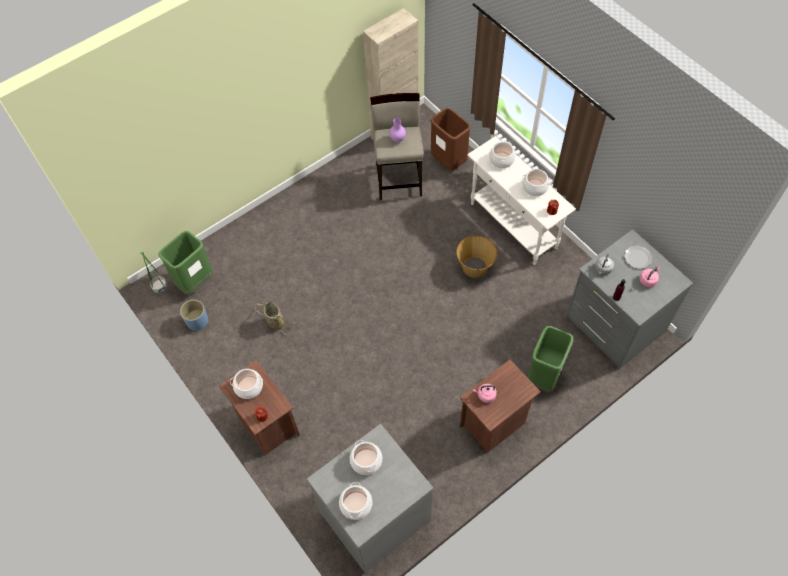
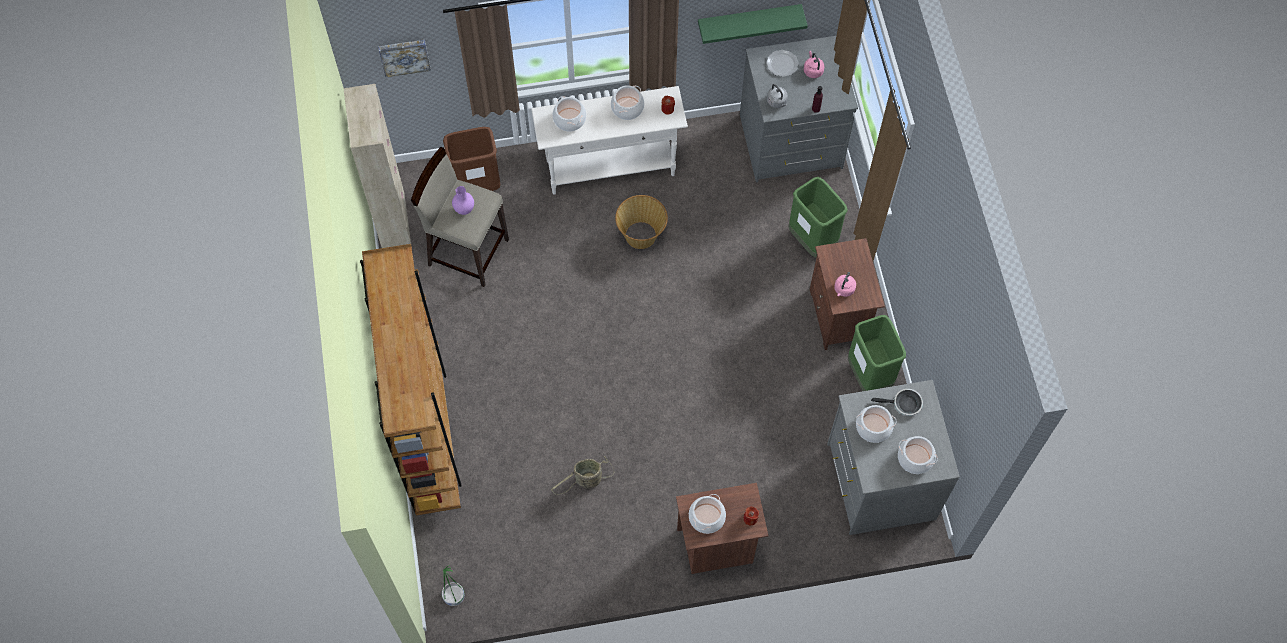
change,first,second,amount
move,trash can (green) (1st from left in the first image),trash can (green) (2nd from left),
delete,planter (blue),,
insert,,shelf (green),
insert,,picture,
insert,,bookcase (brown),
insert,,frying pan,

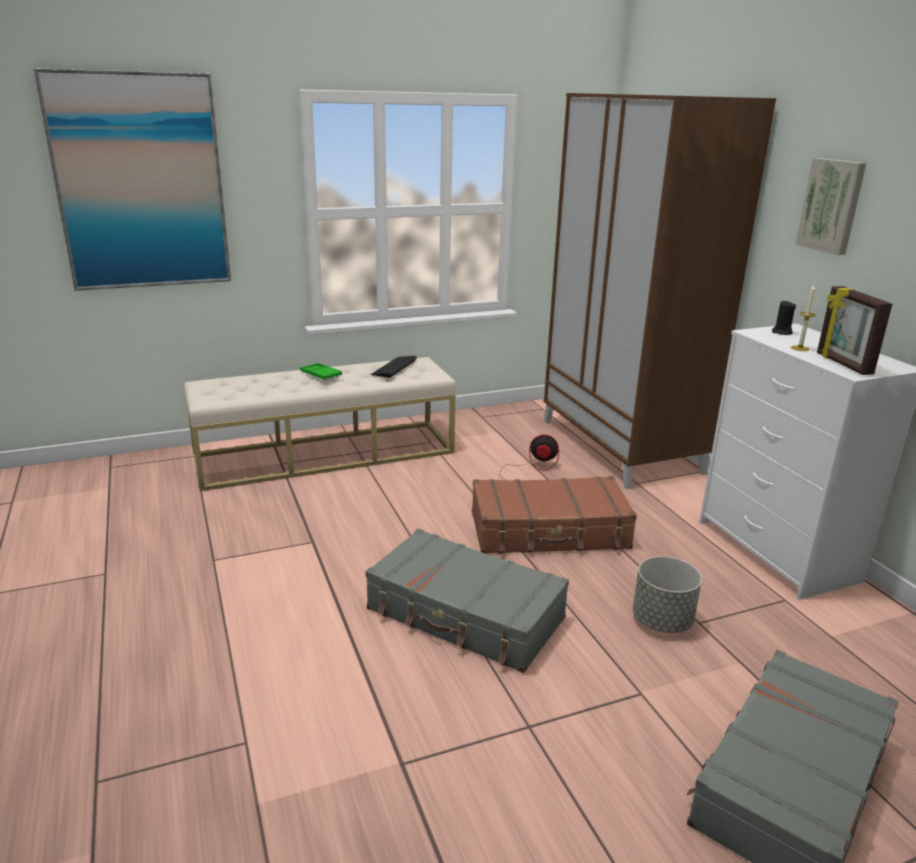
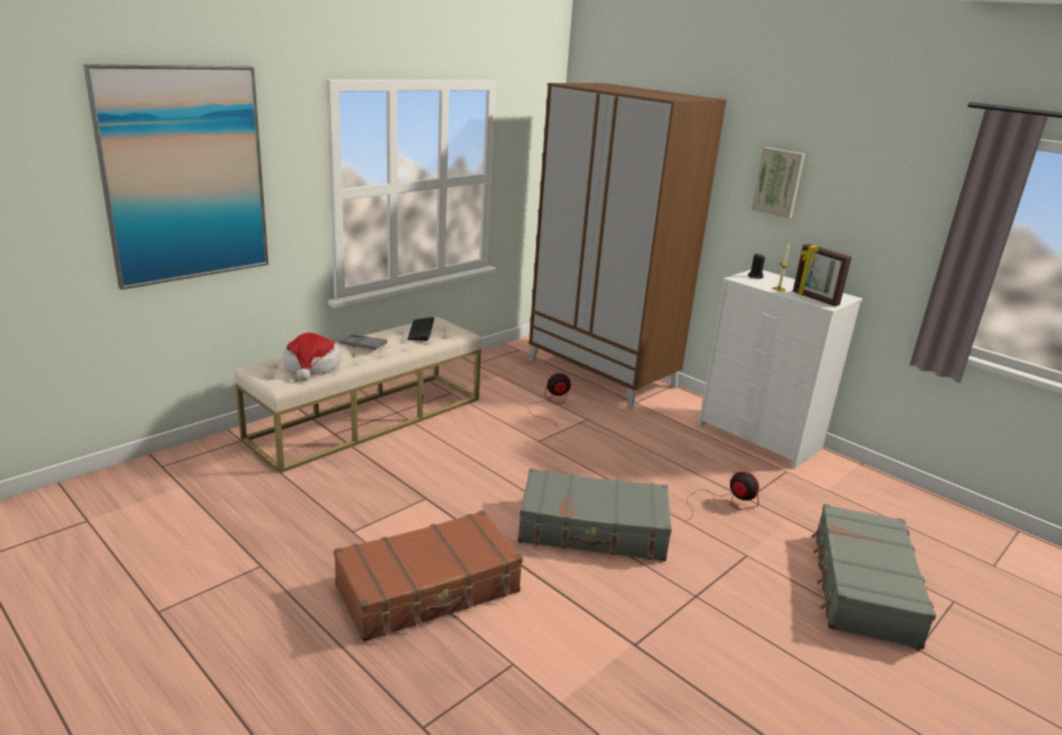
change,first,second,amount
recolor,tray (green),tray (grey),
move,suitcase (brown),,
replace,planter (grey),fan (2nd from left),
insert,,hat,

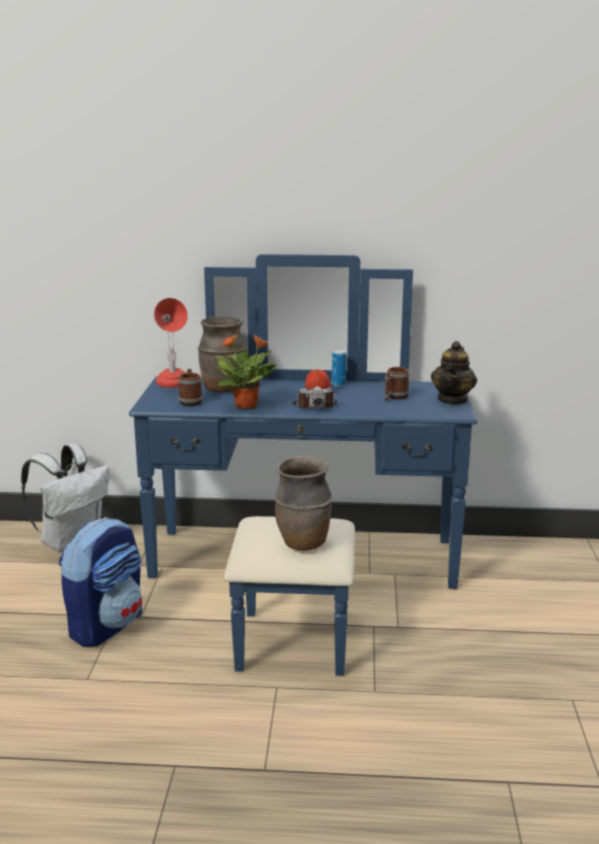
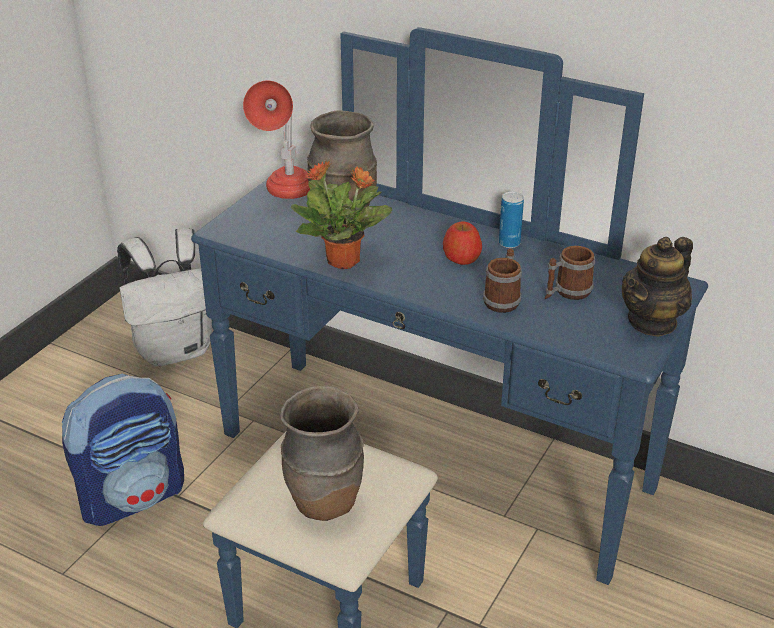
change,first,second,amount
move,mug (1st from left),,
delete,photo camera,,

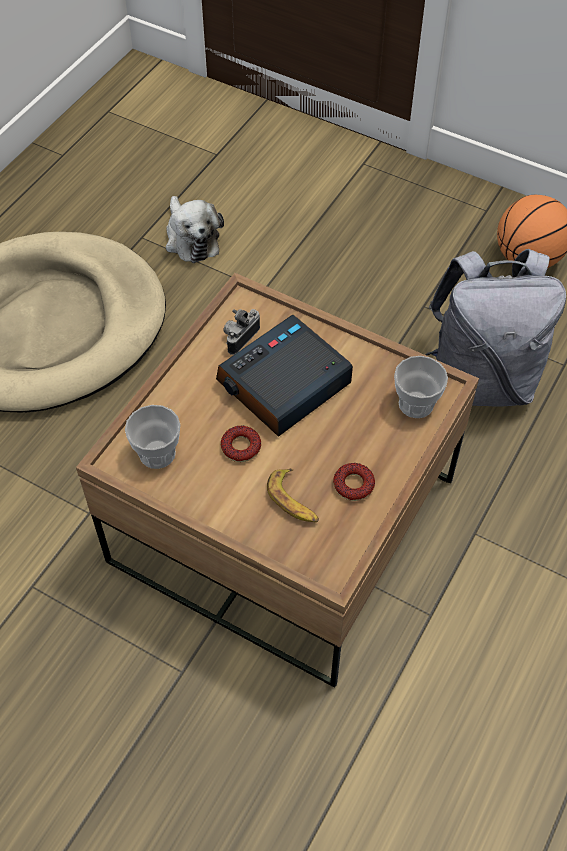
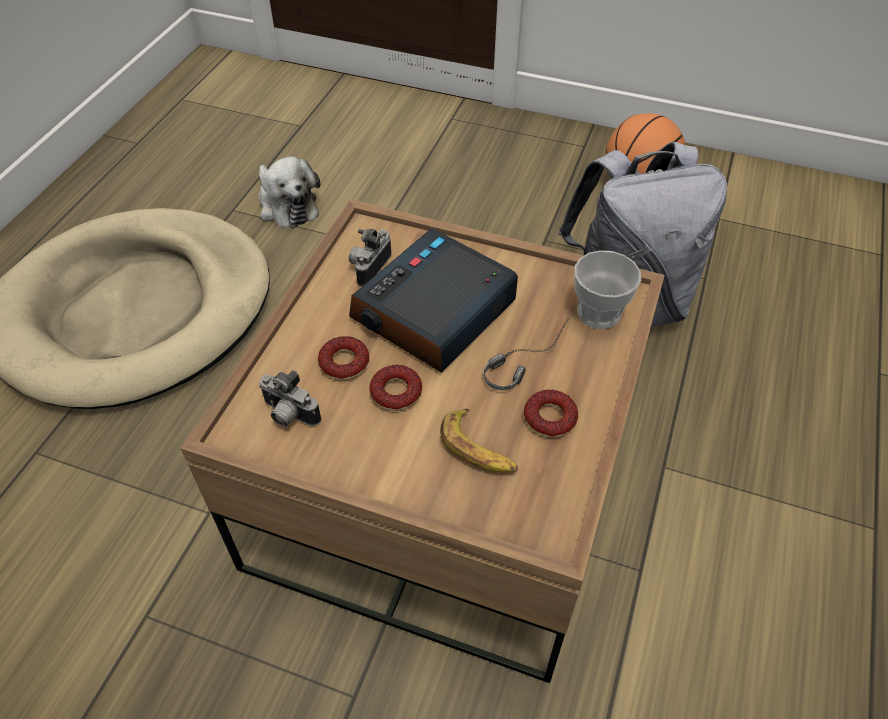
change,first,second,amount
replace,cup (1st from left),photo camera (1st from left),
insert,,headphones,
insert,,donut (1st from left),

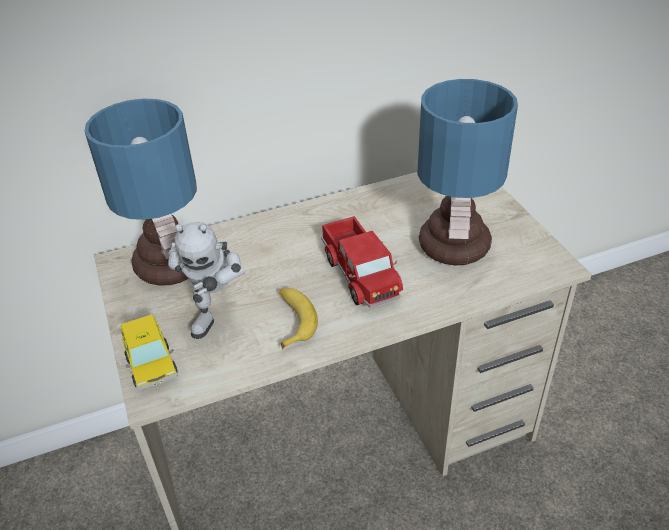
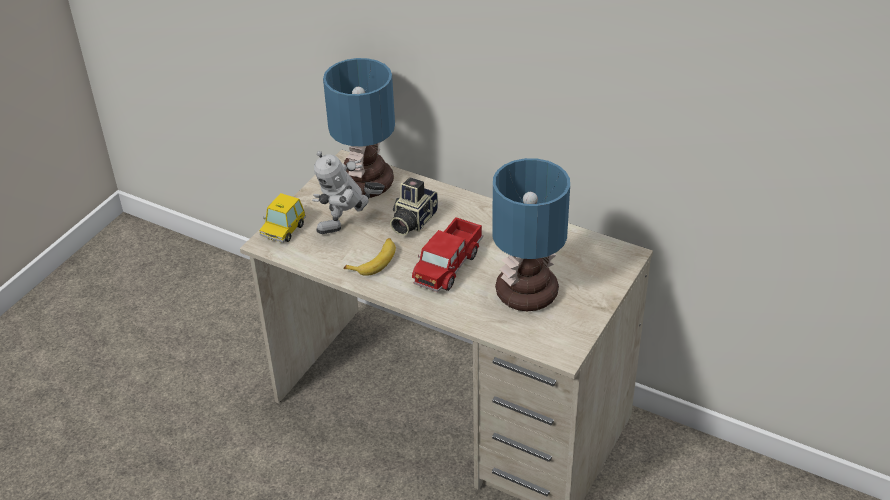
change,first,second,amount
insert,,photo camera,

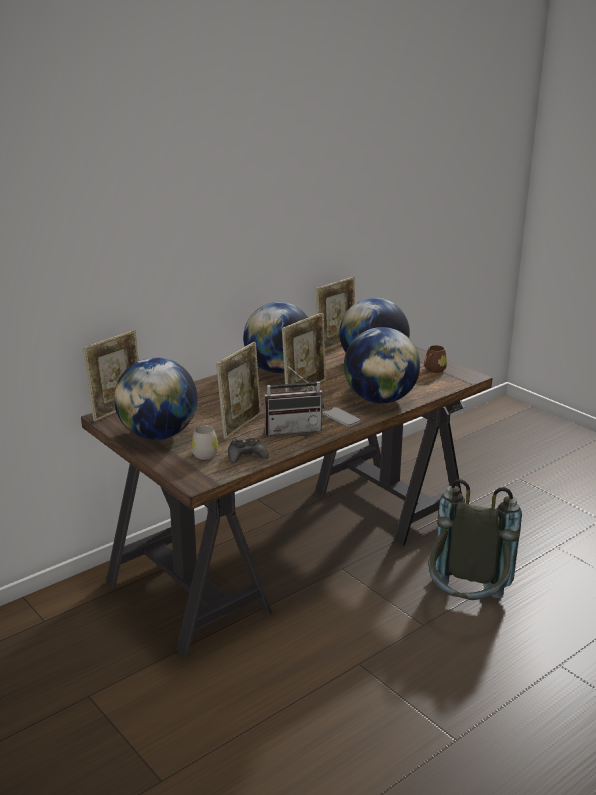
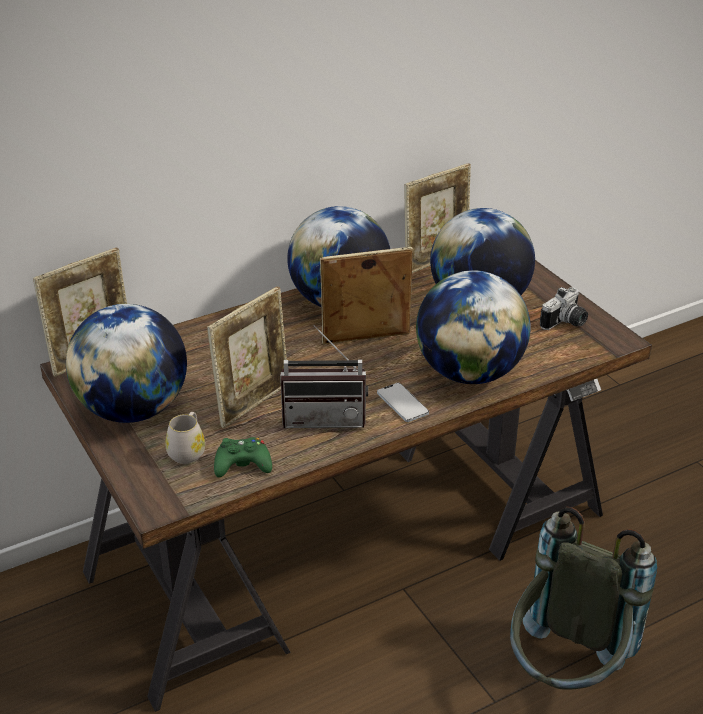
change,first,second,amount
rotate,picture frame (3rd from left),,150 degrees counterclockwise
replace,mug (brown),photo camera,
recolor,game controller (black),game controller (green),

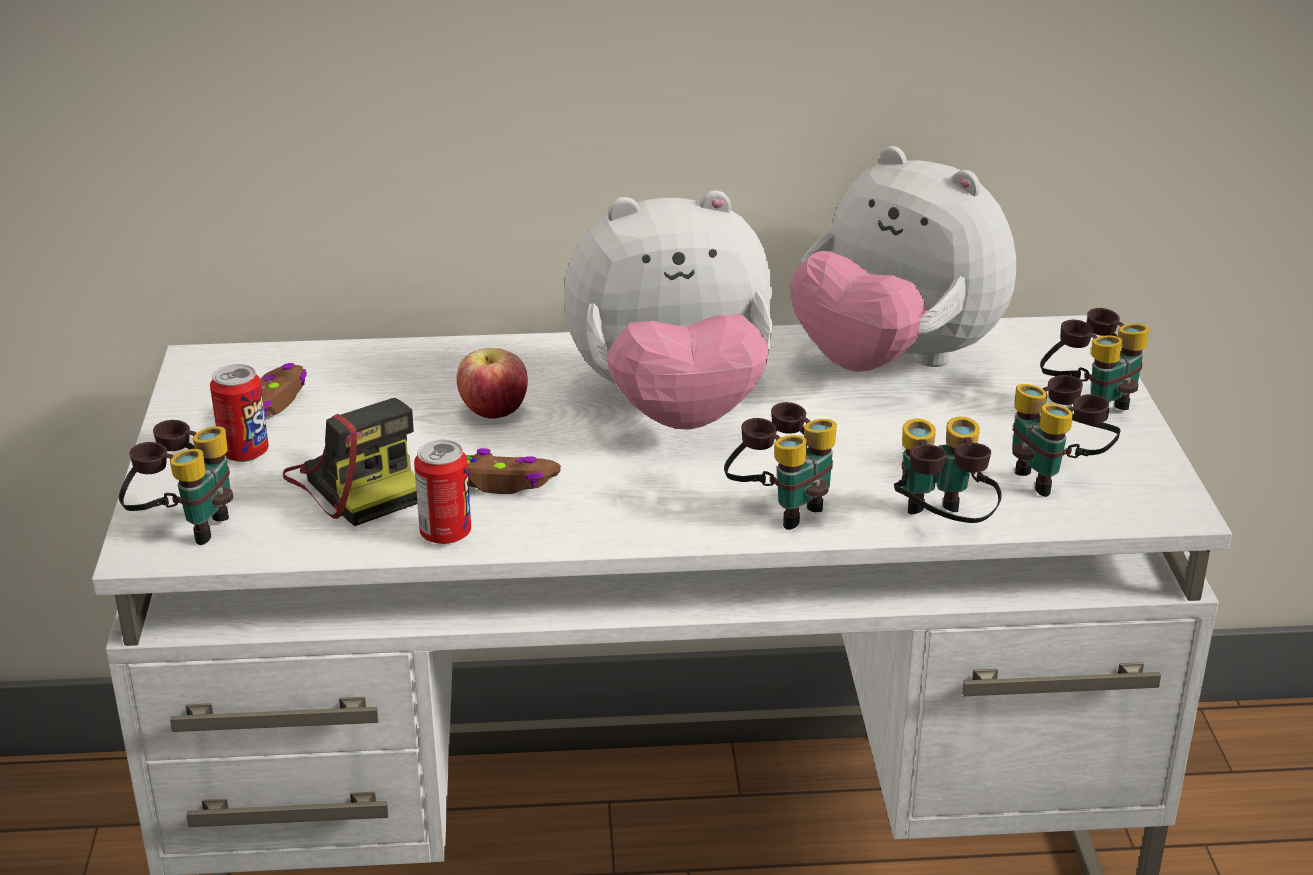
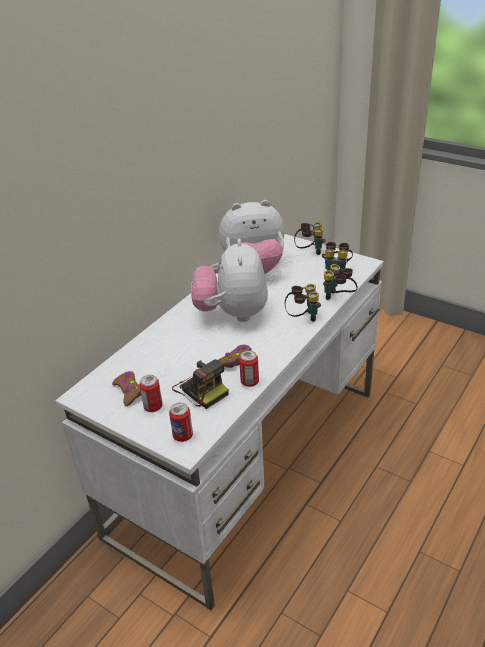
change,first,second,amount
rotate,plush toy (1st from left),,150 degrees clockwise
delete,apple,,
rotate,photo camera,,45 degrees clockwise
replace,binoculars (1st from left),can (2nd from left),

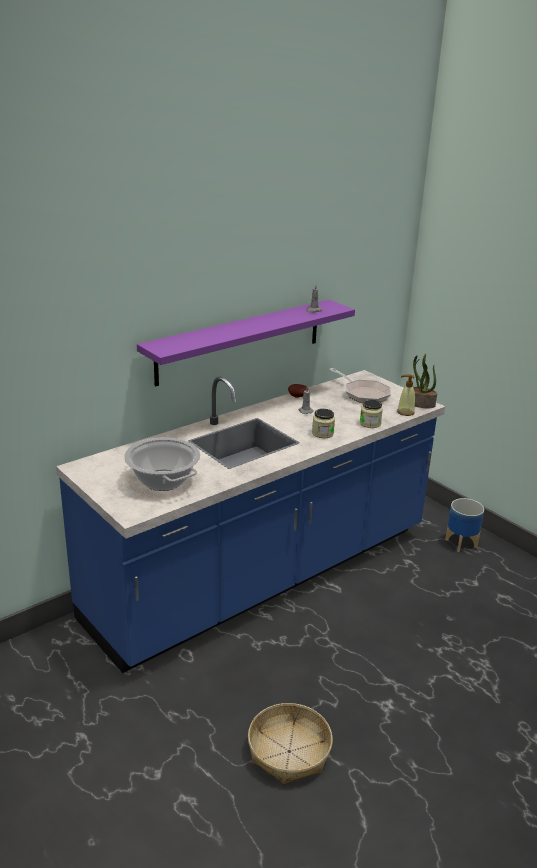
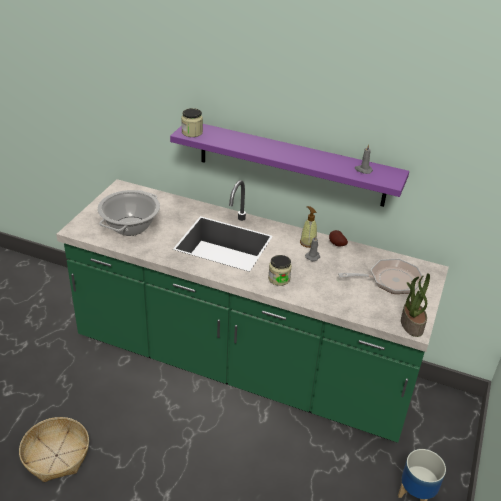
change,first,second,amount
rotate,frying pan,,120 degrees counterclockwise
recolor,counter (blue),counter (green),
move,soap dispenser,,
move,jar (2nd from left in the first image),jar (1st from left),

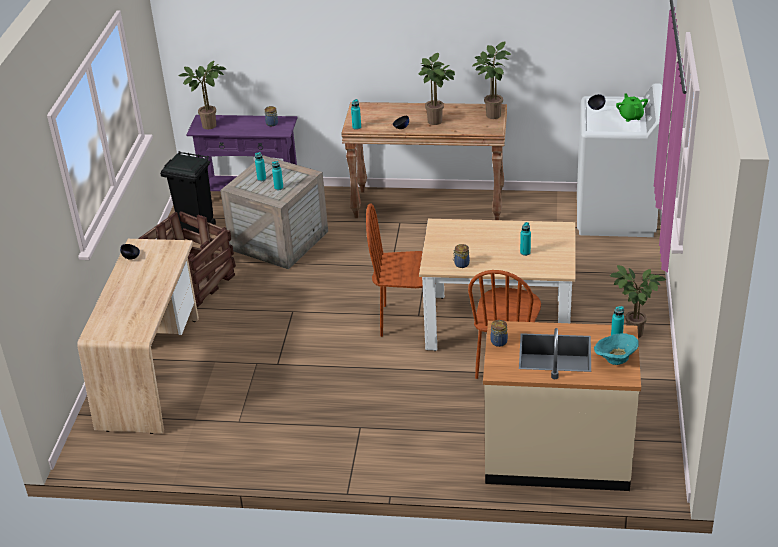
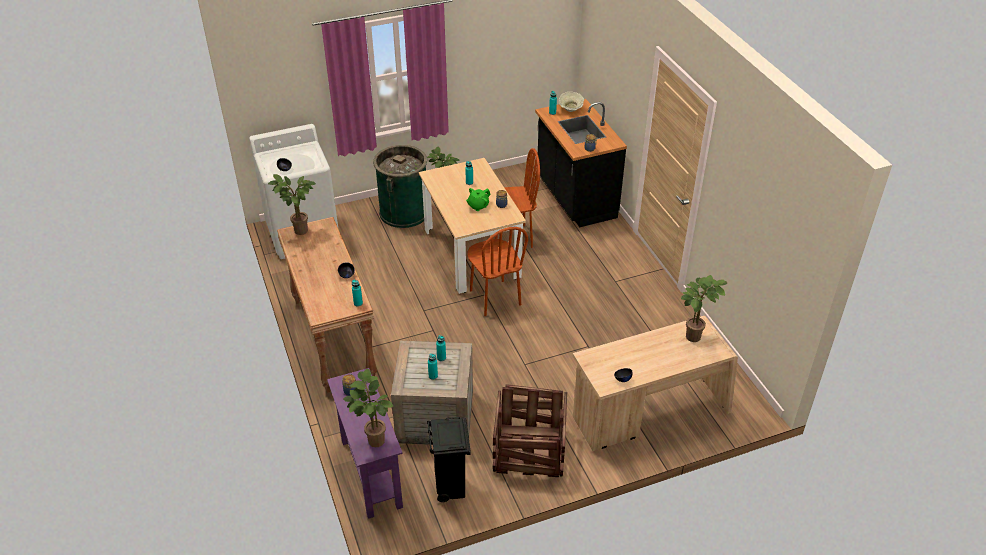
change,first,second,amount
move,potted plant (2nd from left in the first image),potted plant (4th from left),
move,teapot (green),,
recolor,counter (beige),counter (black),
recolor,bowl (turquoise),bowl (beige),
insert,,trash can (green),

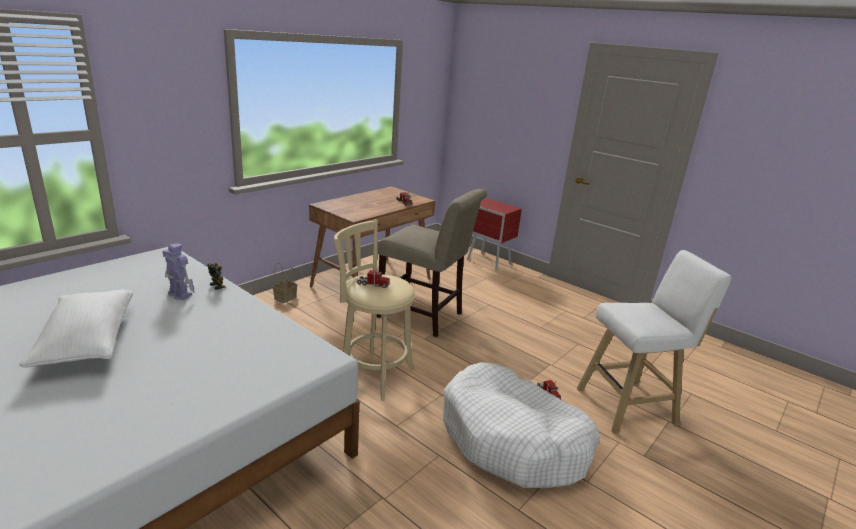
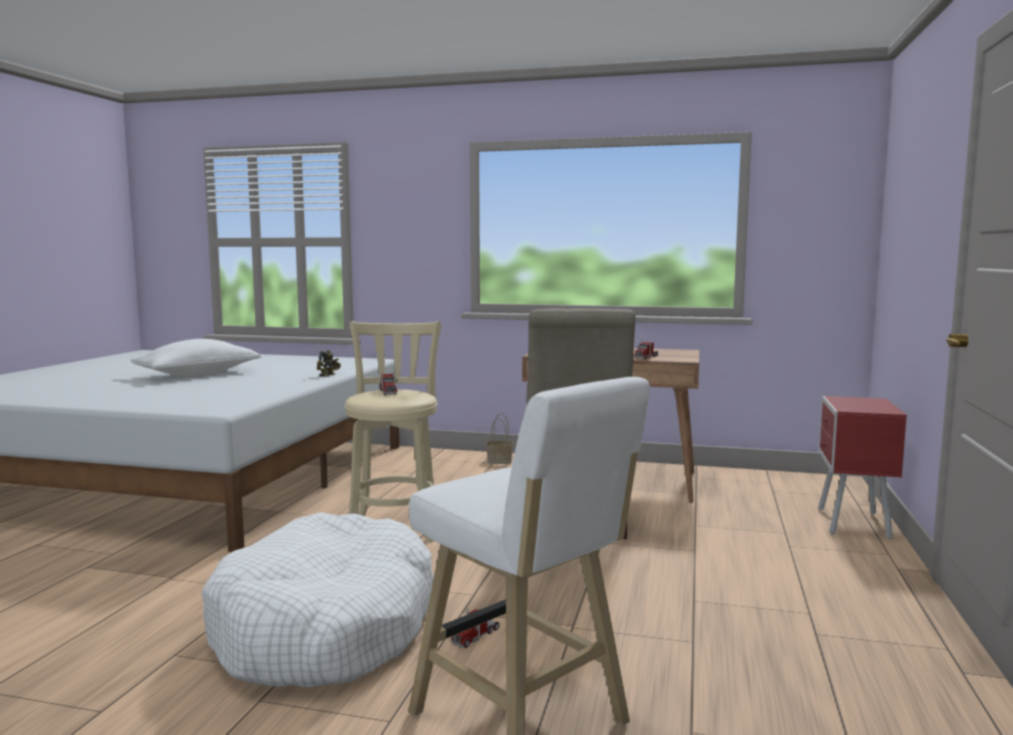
change,first,second,amount
delete,toy robot (1st from left),,

